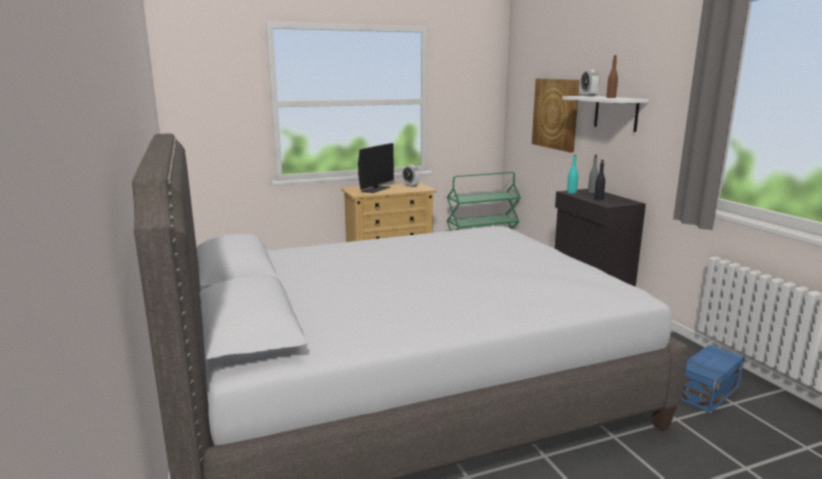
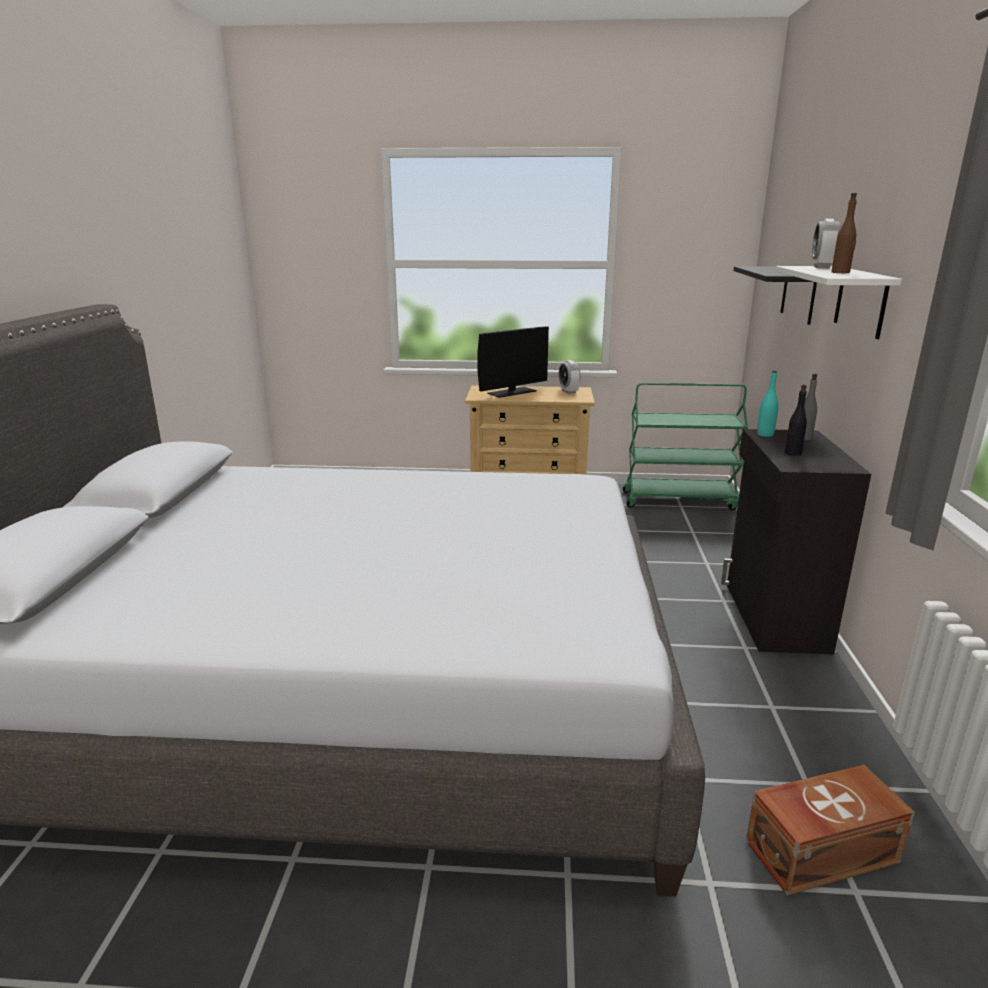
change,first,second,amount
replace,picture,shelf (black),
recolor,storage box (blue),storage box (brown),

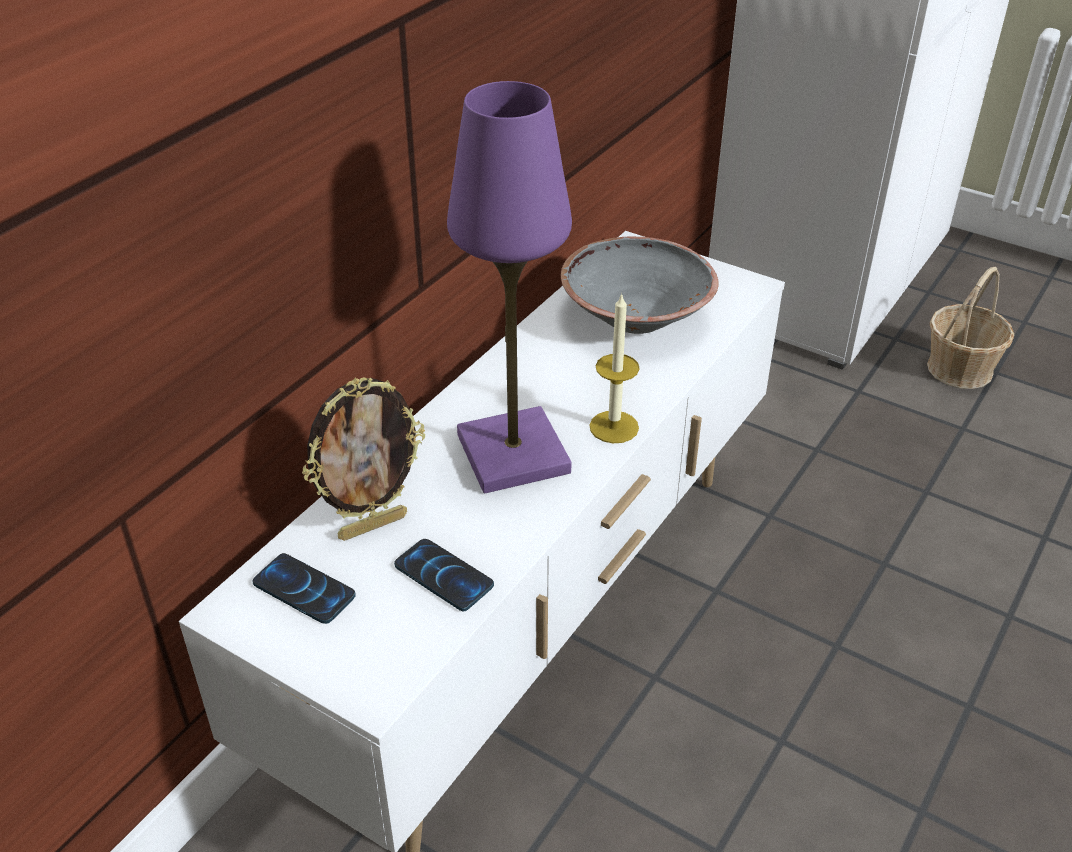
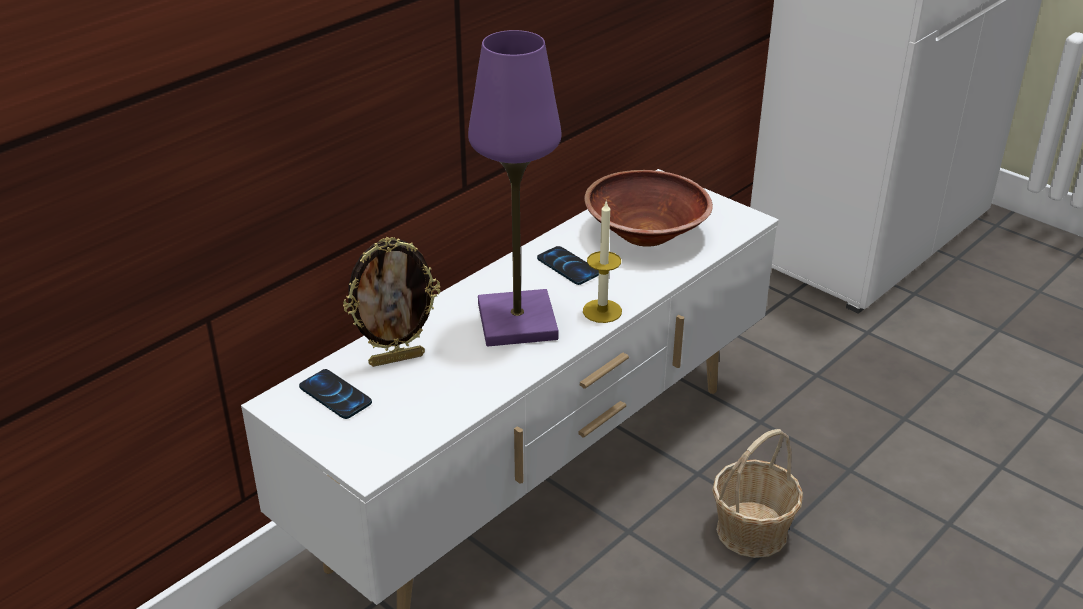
change,first,second,amount
recolor,bowl (grey),bowl (brown),
move,basket,,
move,phone (2nd from left),,

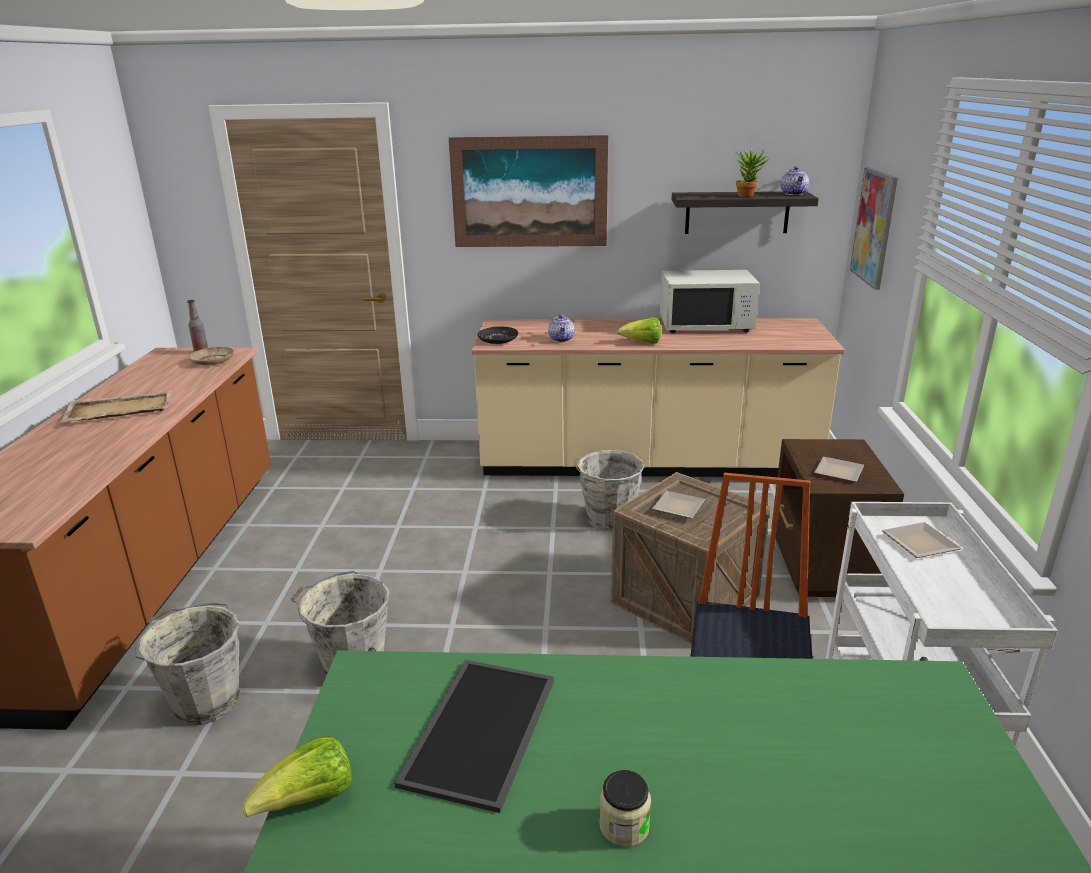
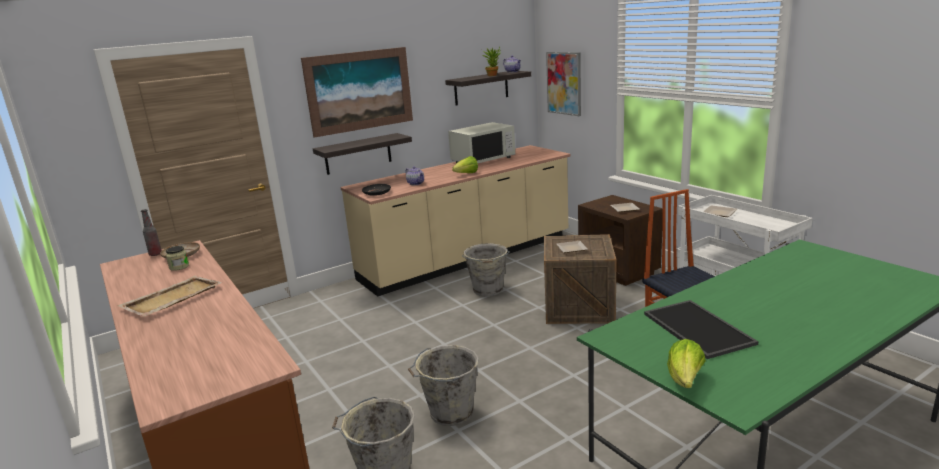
change,first,second,amount
move,jar,,
insert,,shelf (1st from left),

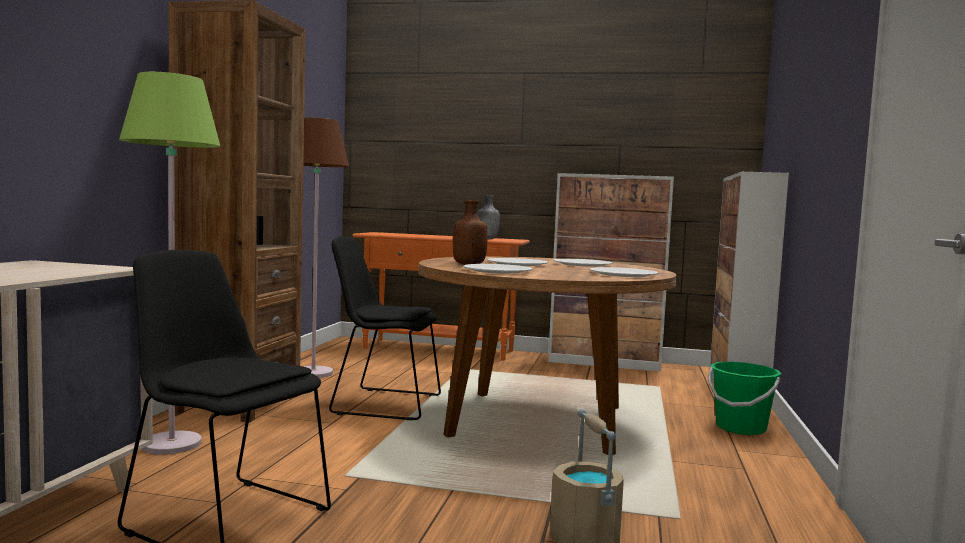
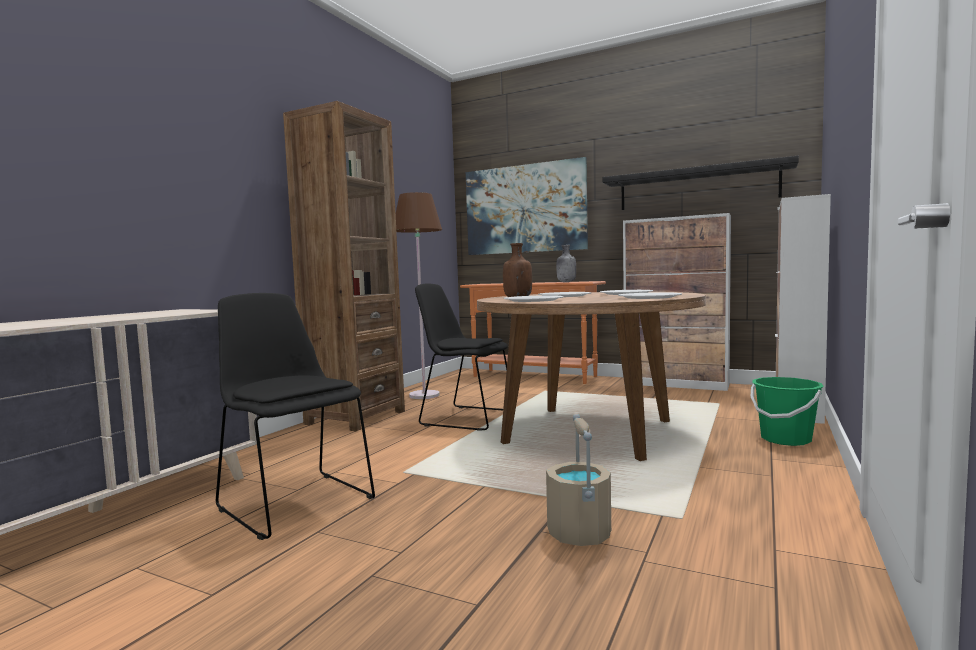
change,first,second,amount
delete,floor lamp (green),,
insert,,shelf (black),
insert,,picture,

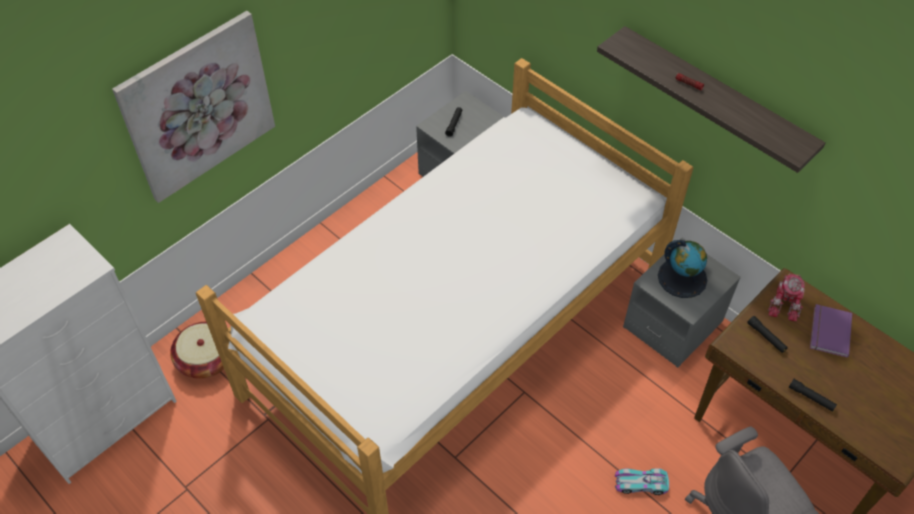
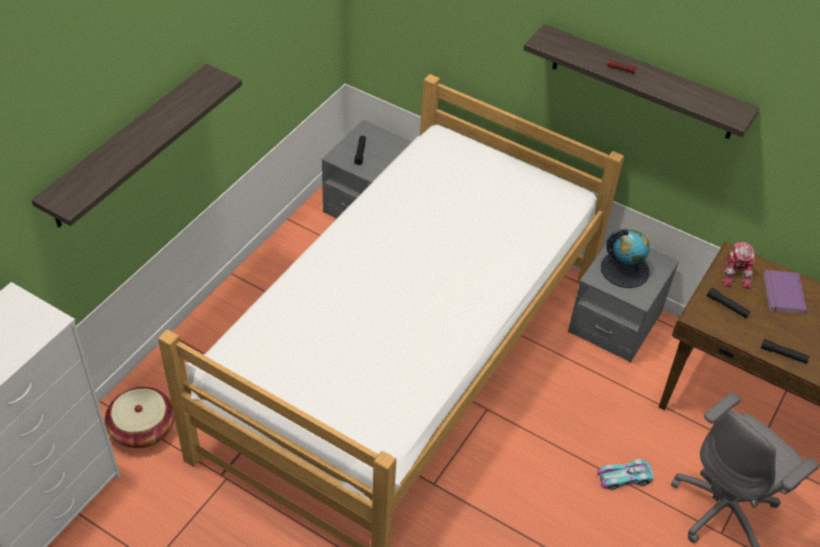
change,first,second,amount
replace,picture,shelf (1st from left),

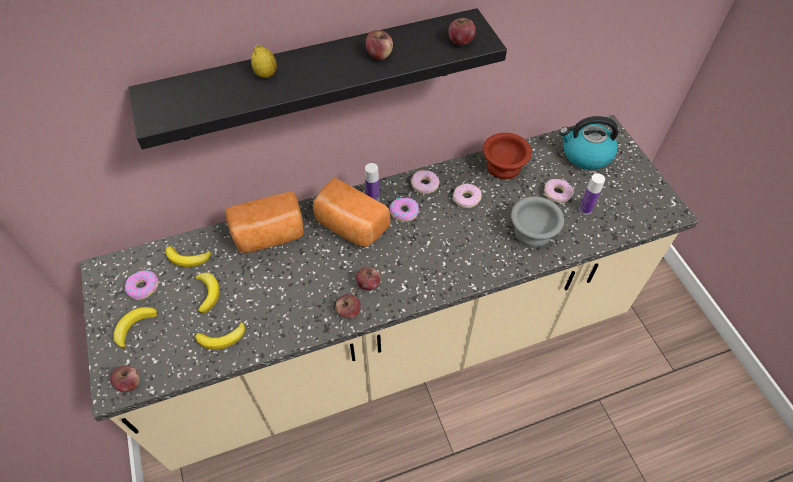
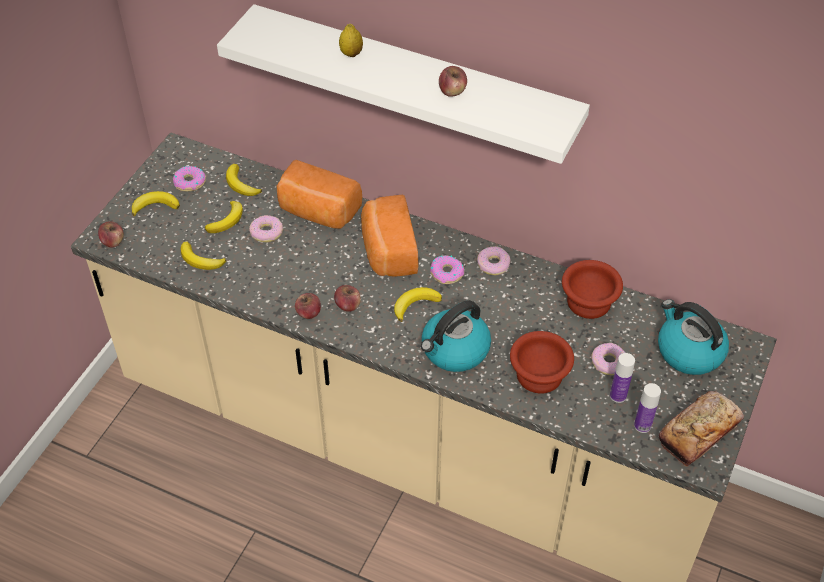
change,first,second,amount
recolor,shelf (black),shelf (white),
delete,apple (5th from left),,
move,bottle (1st from left in the first image),bottle (2nd from left),
move,donut (4th from left in the first image),donut (2nd from left),
recolor,bowl (grey),bowl (brown) (1st from left),
insert,,banana (5th from left),
insert,,kettle (1st from left),
insert,,bread (3rd from left),

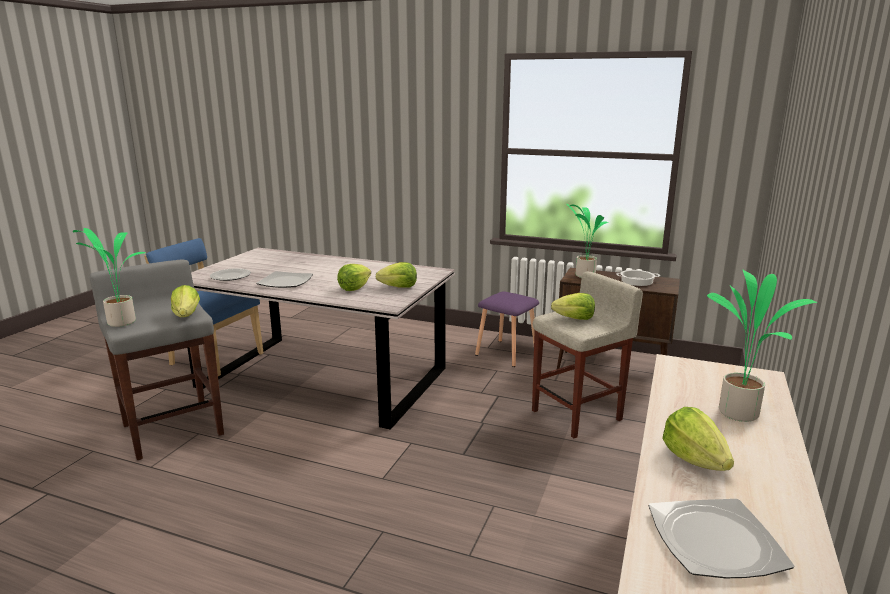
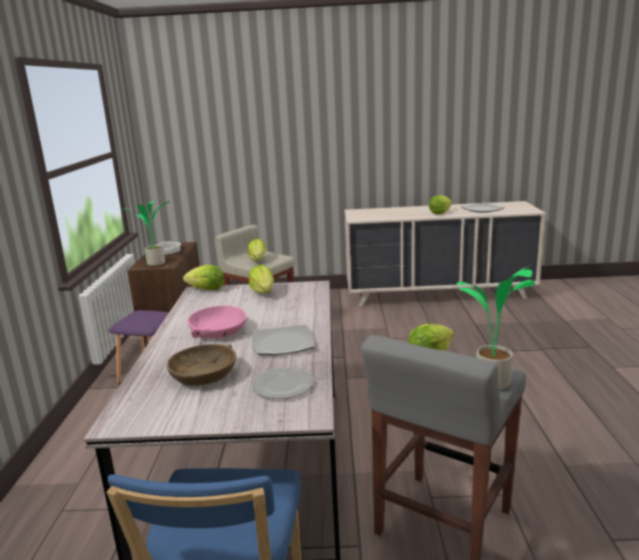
change,first,second,amount
move,lettuce (2nd from left in the first image),lettuce (1st from left),
delete,potted plant (3rd from left),,
insert,,bowl (pink),
insert,,bowl (brown),

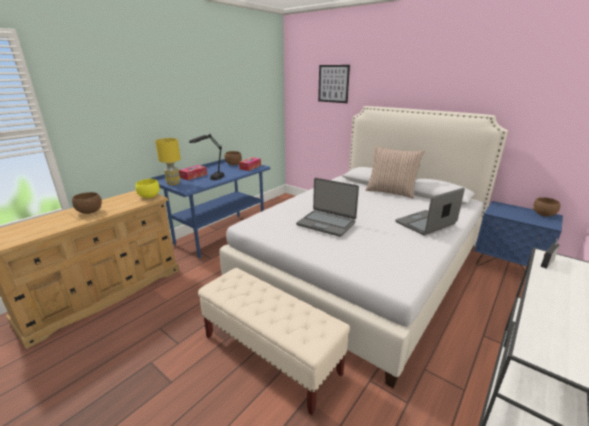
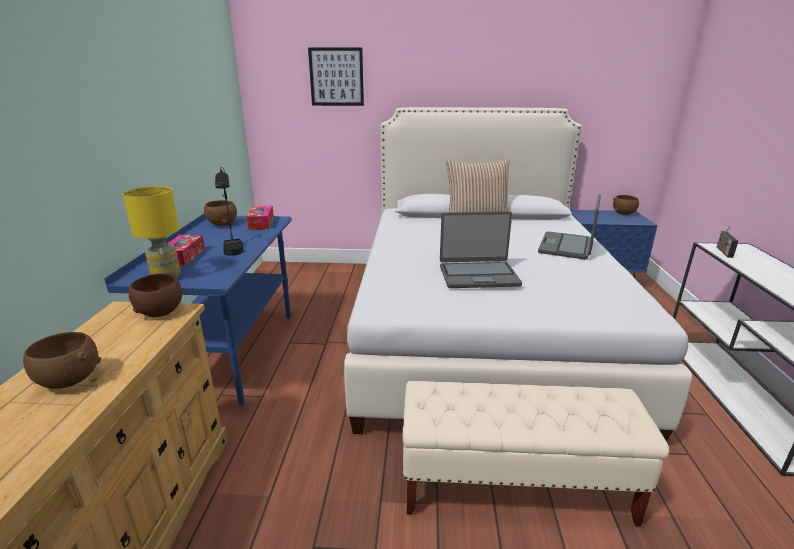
change,first,second,amount
recolor,bowl (yellow),bowl (brown) (2nd from left),

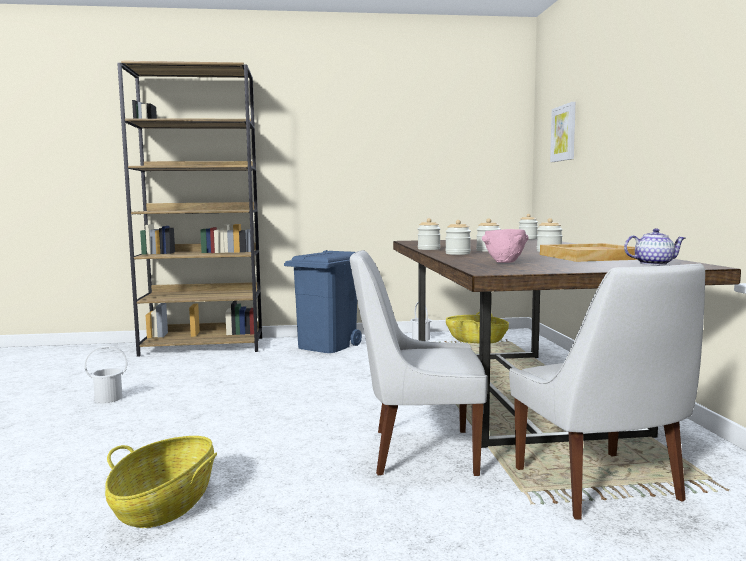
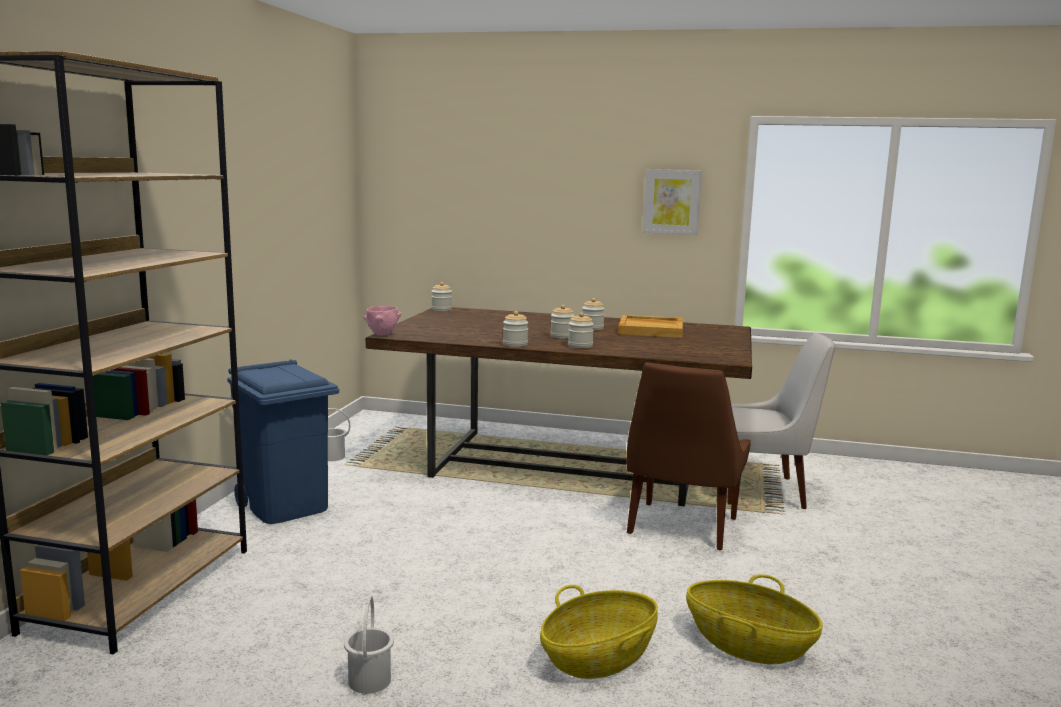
change,first,second,amount
move,picture,,
delete,teapot,,
move,bowl (pink),,
recolor,chair (white) (1st from left),chair (brown),
move,basket (2nd from left in the first image),basket (1st from left),

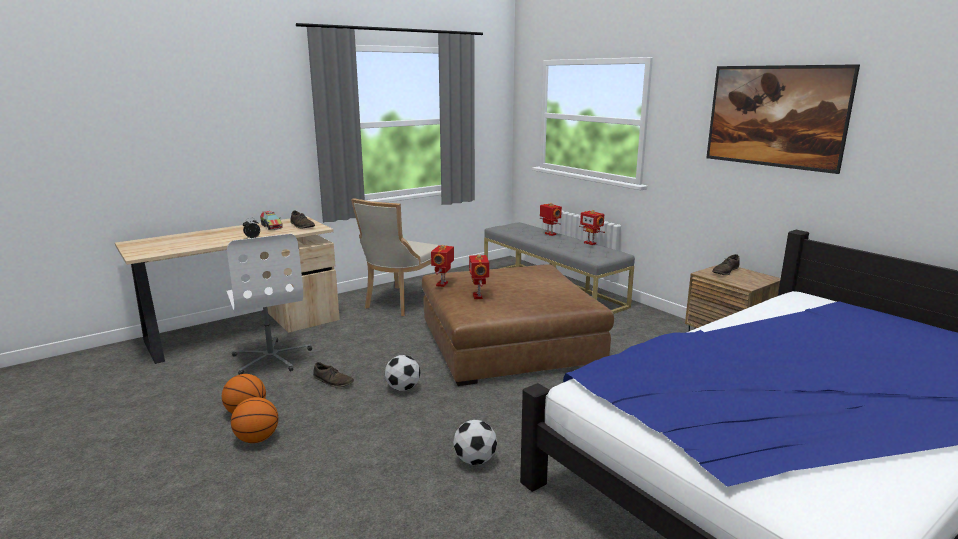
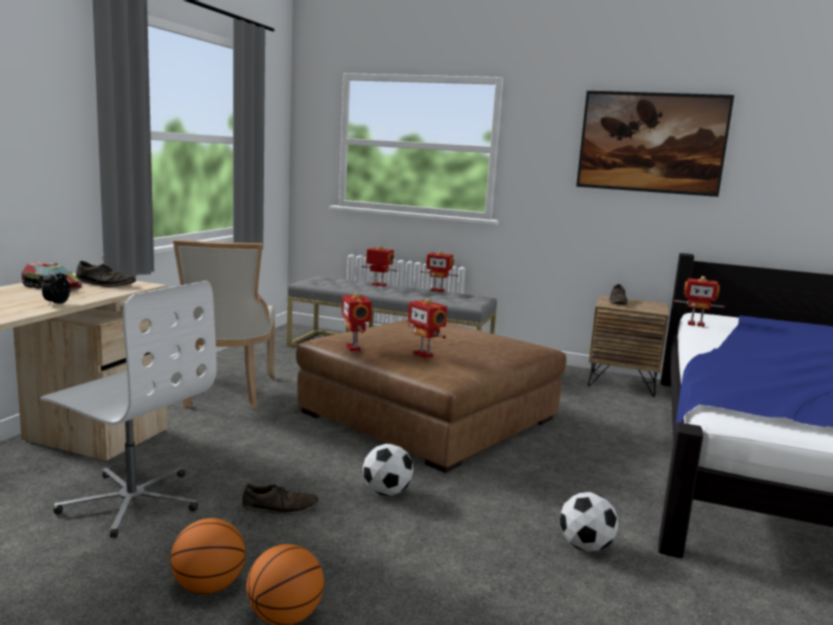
change,first,second,amount
insert,,toy robot (5th from left),

